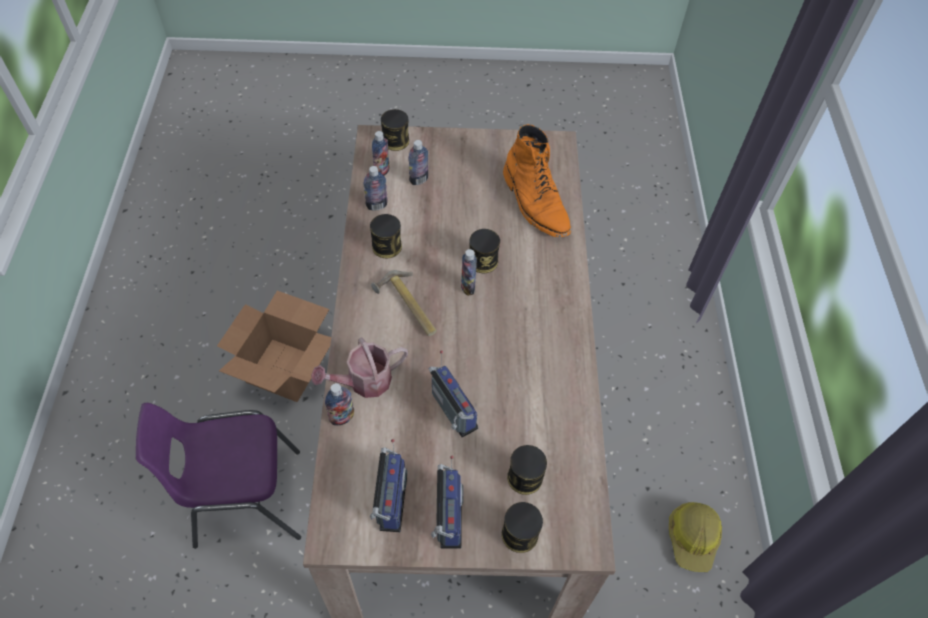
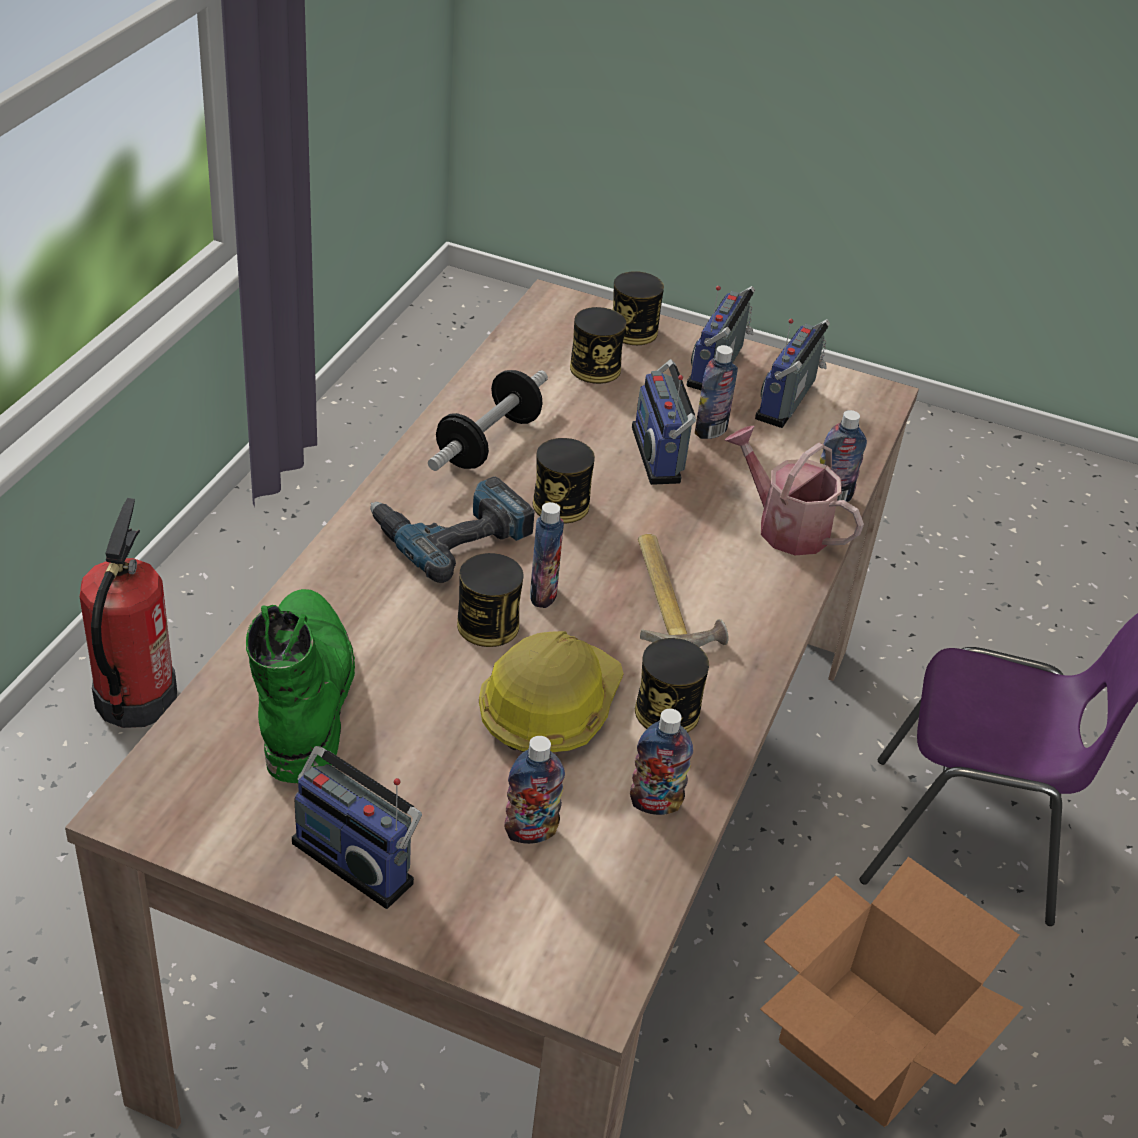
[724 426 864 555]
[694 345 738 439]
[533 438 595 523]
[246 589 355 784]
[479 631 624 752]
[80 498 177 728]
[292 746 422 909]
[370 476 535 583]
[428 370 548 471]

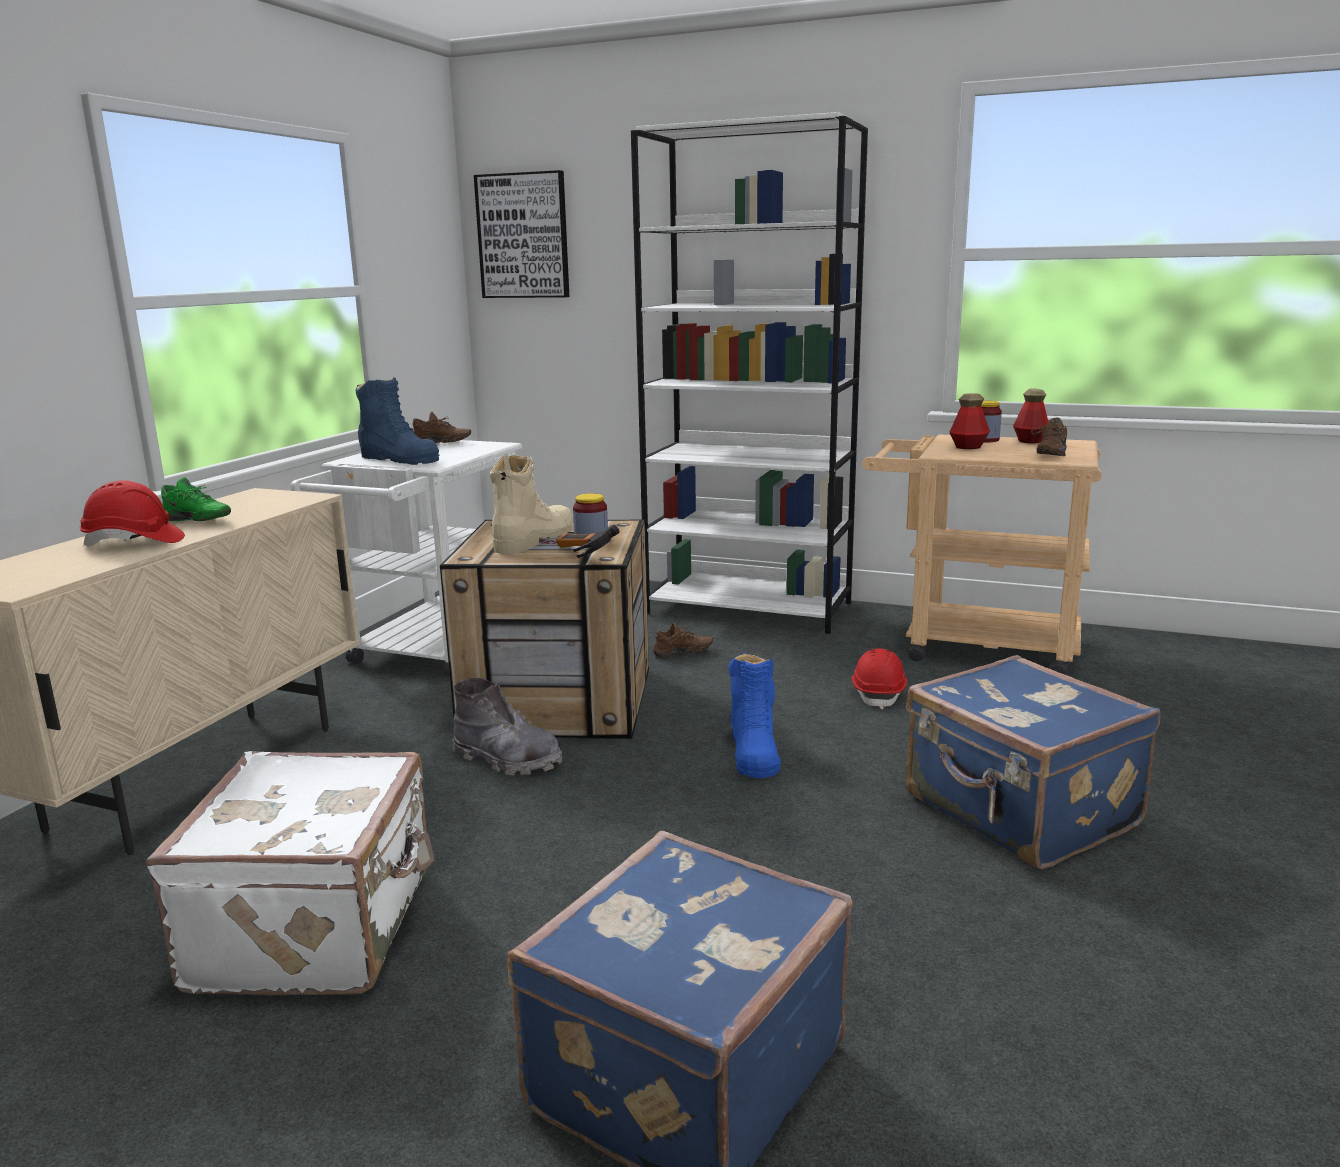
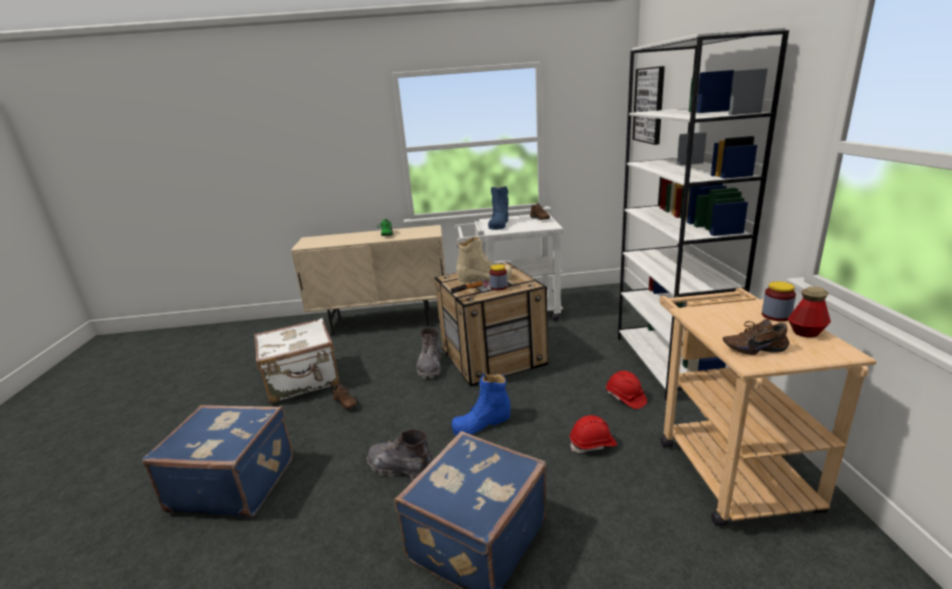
[606 371 647 409]
[333 384 357 409]
[949 393 990 449] (first image)
[367 429 432 480]

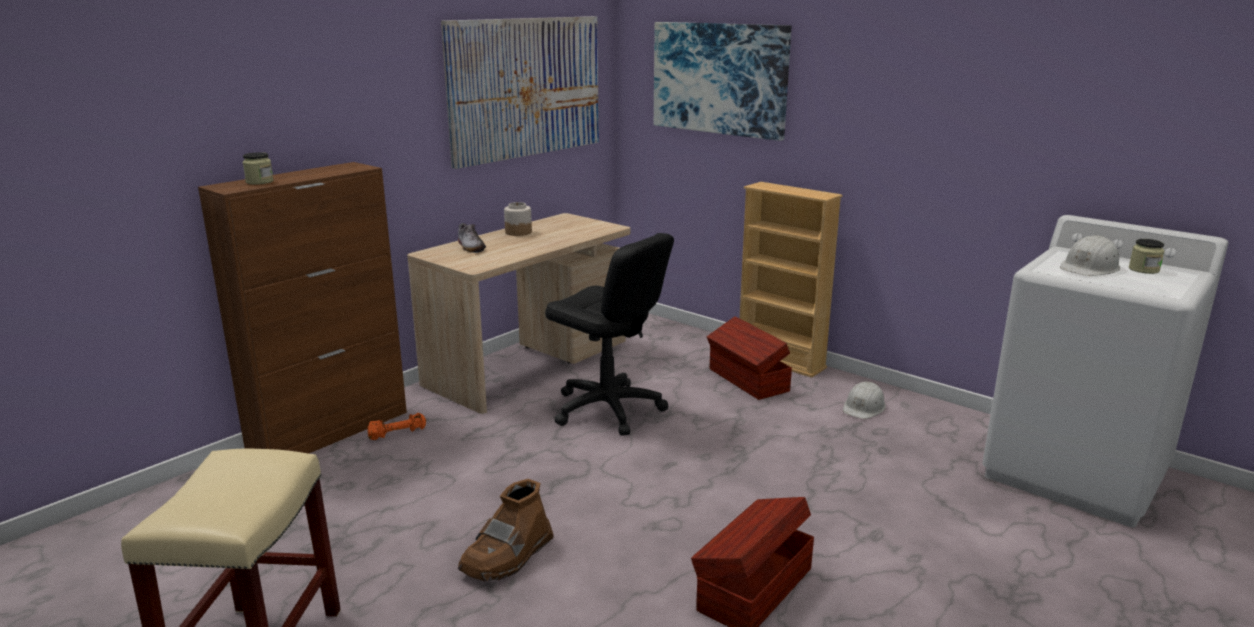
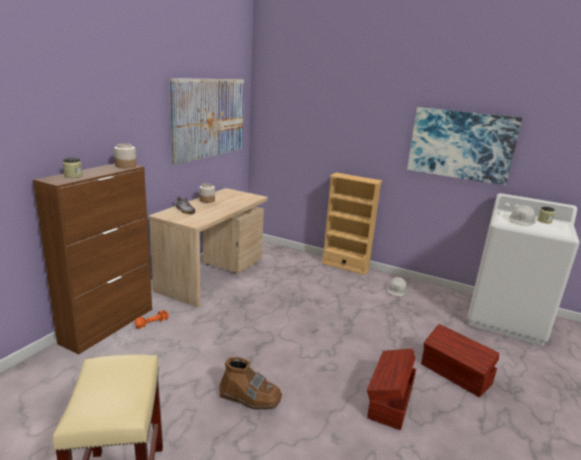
[219 357 282 410]
[545 233 674 436] (first image)
[407 107 522 185]
[421 324 499 397]
[114 143 136 168]

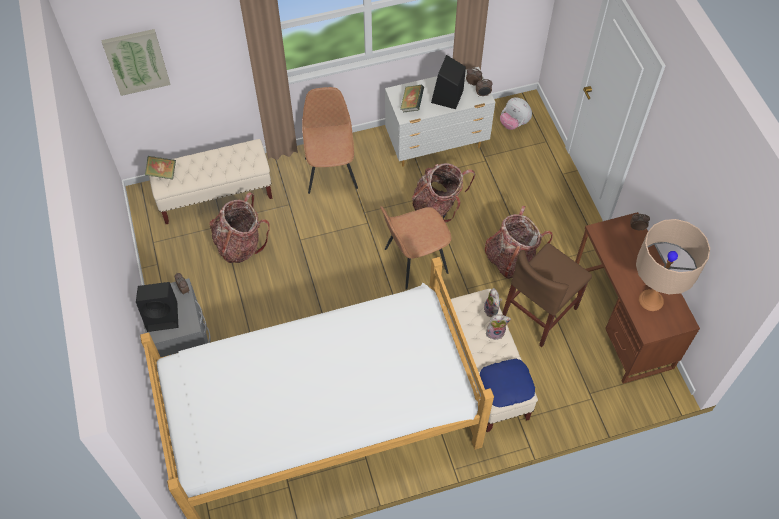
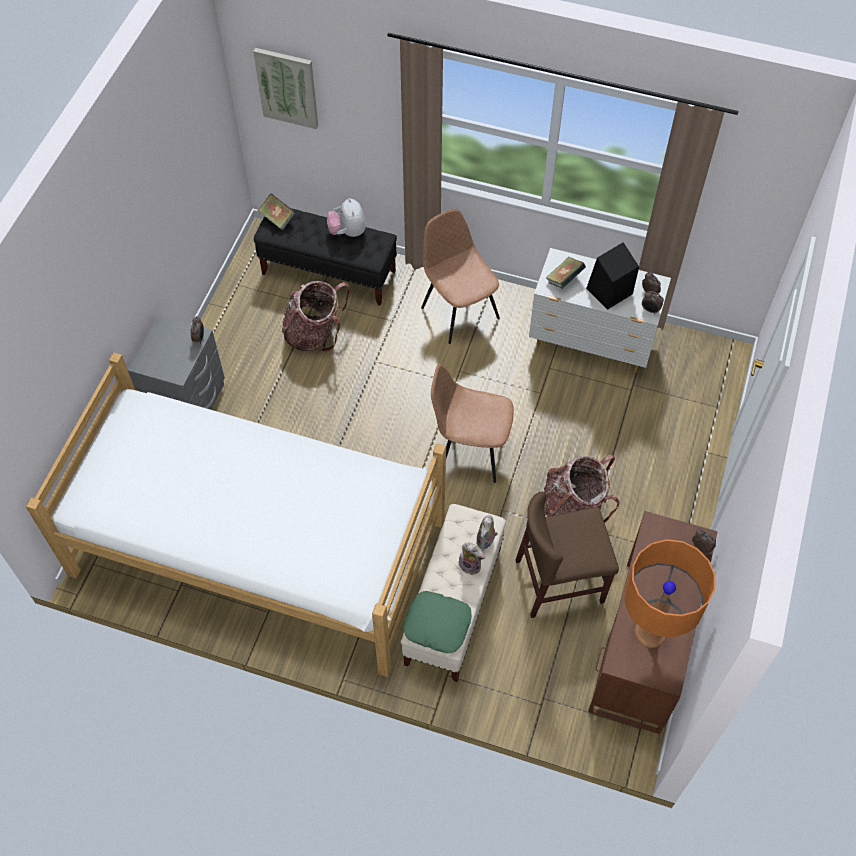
[136 282 178 332] (first image)
[254 208 397 306]
[421 209 500 344]
[412 163 475 223] (first image)
[403 591 472 654]
[327 198 366 237]
[624 539 715 648]

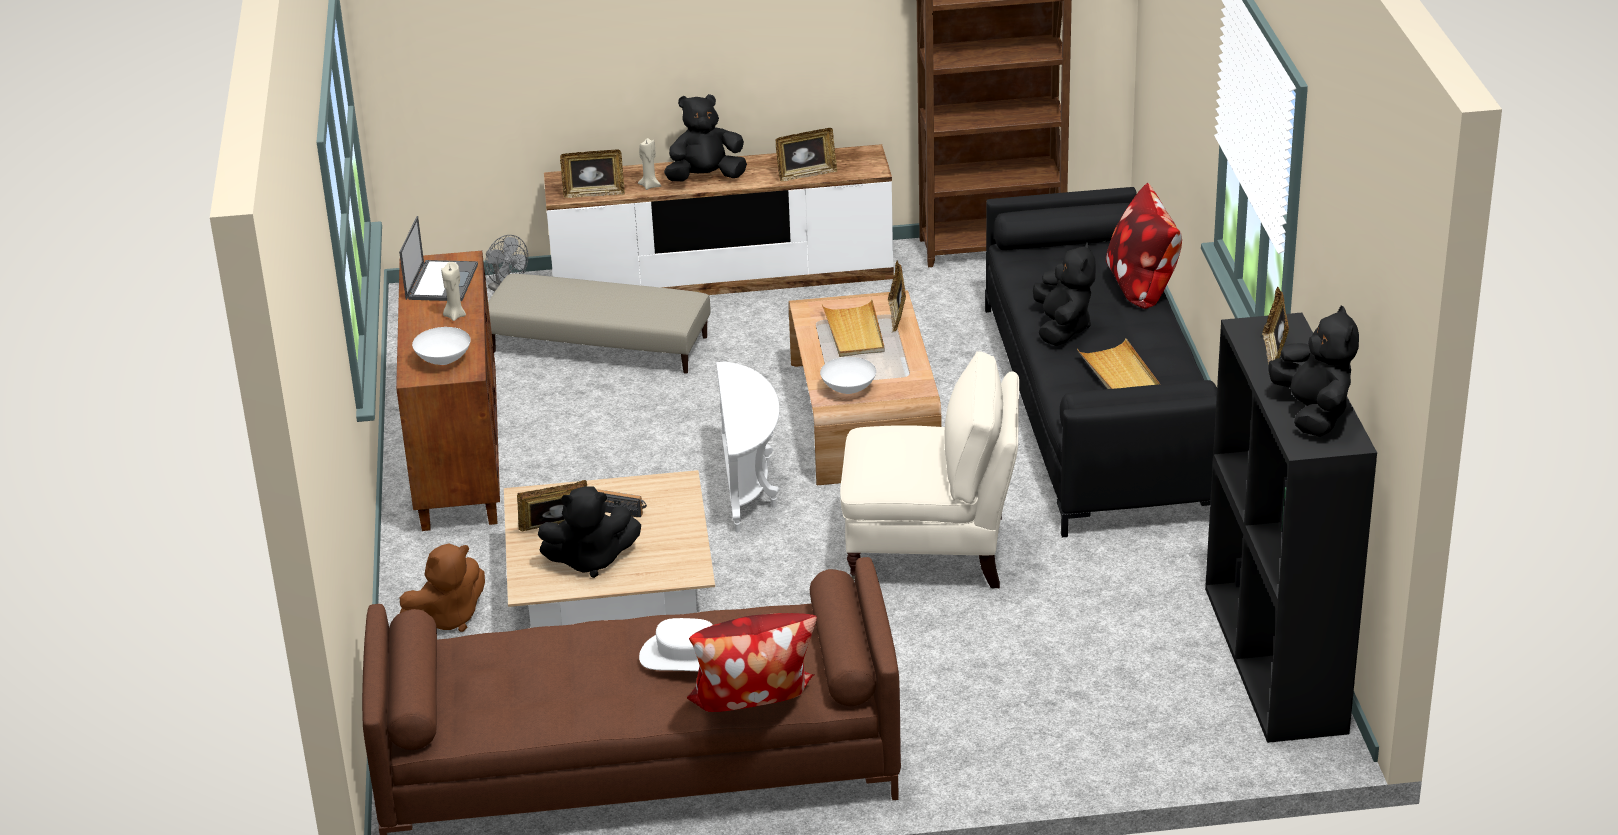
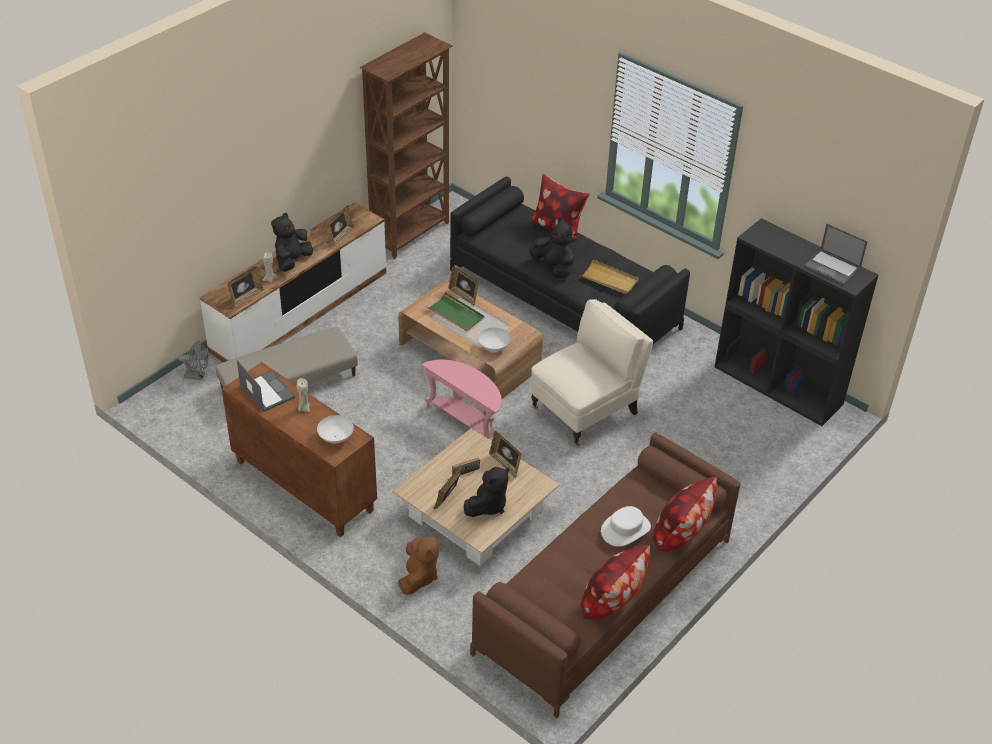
[421 359 502 441]
[426 292 484 331]
[489 431 522 478]
[803 224 868 285]
[581 545 650 620]

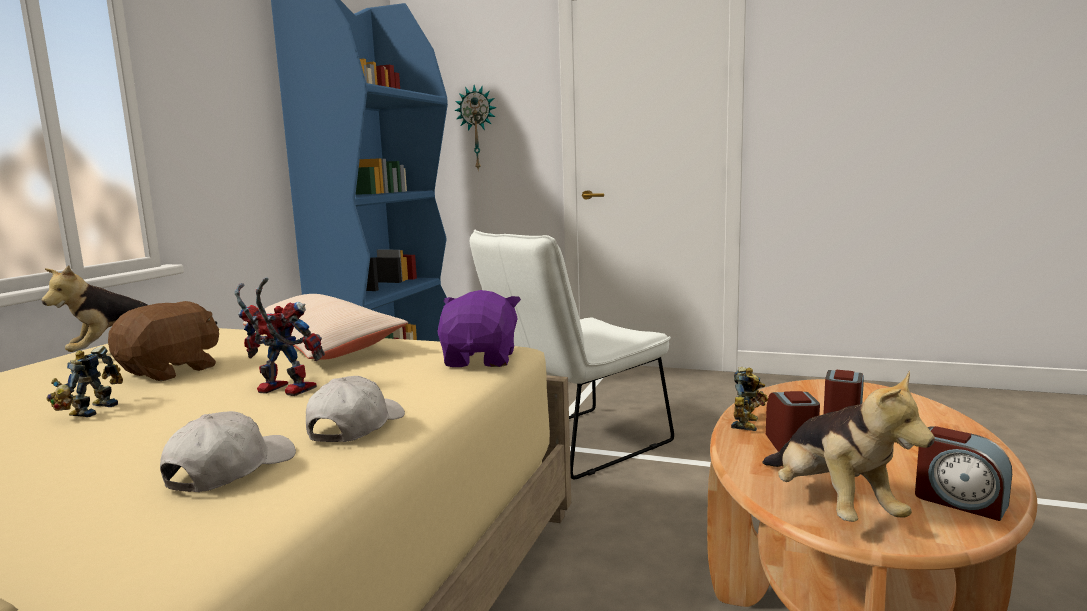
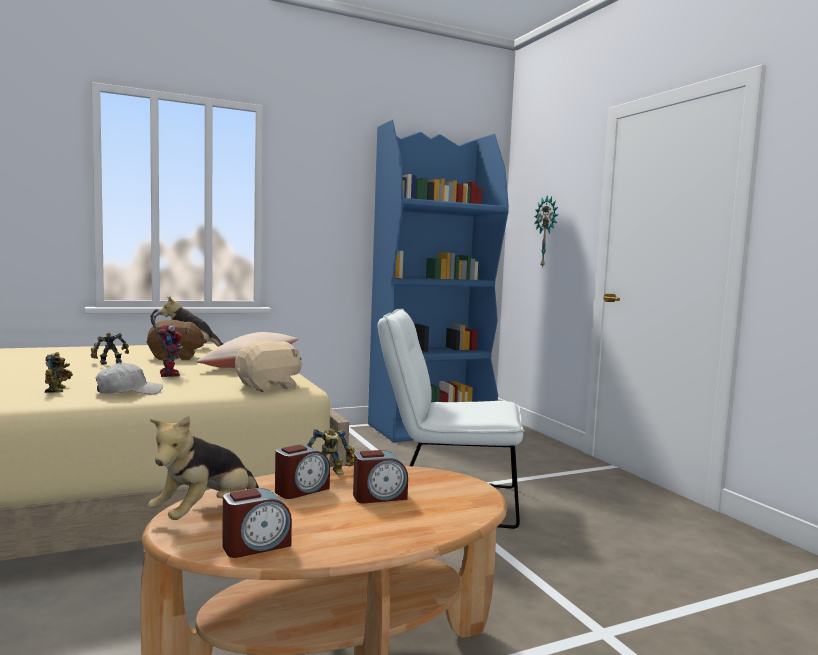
[45 352 73 393]
[235 341 302 392]
[223 488 292 558]

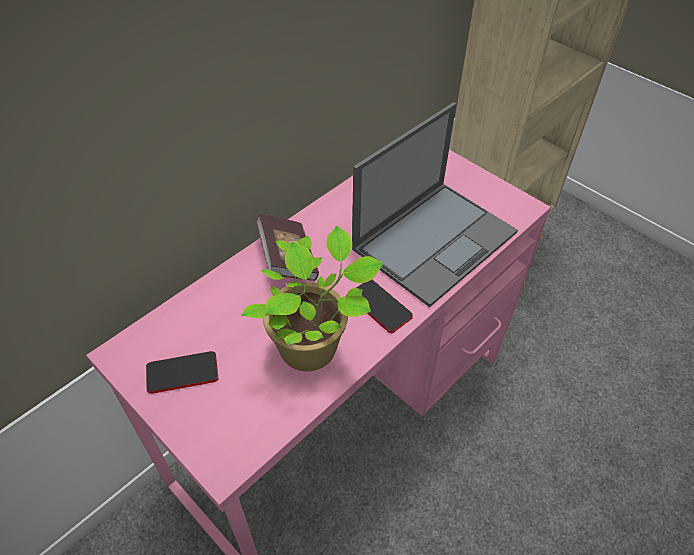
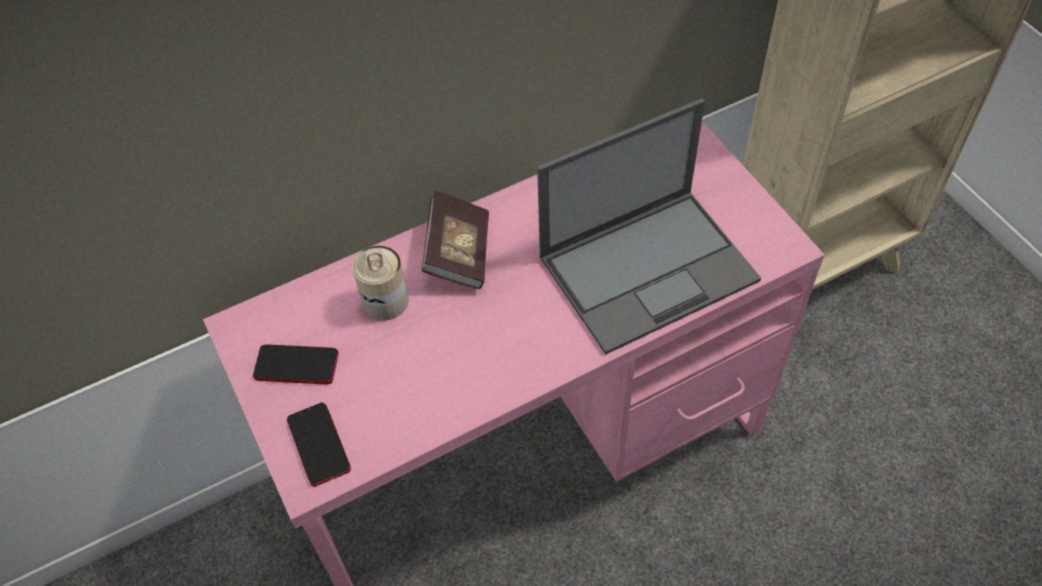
[241 226 383 371] (first image)
[287 402 351 487]
[352 246 409 321]

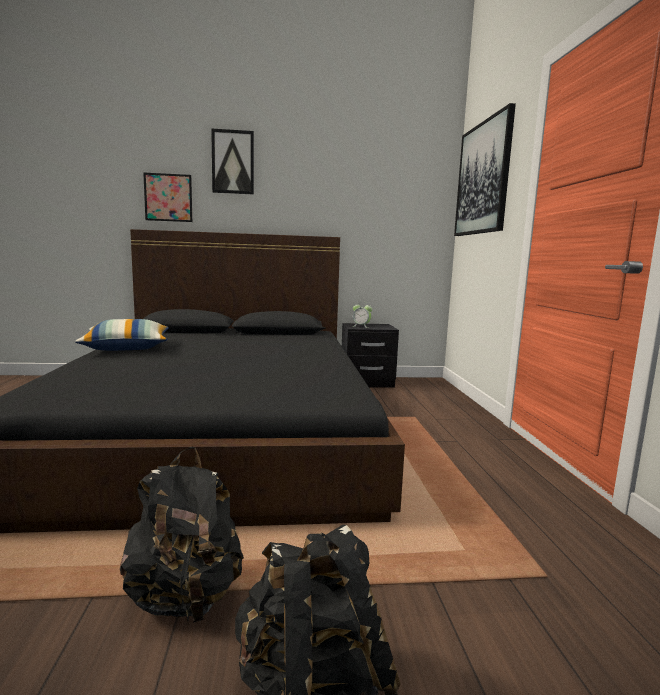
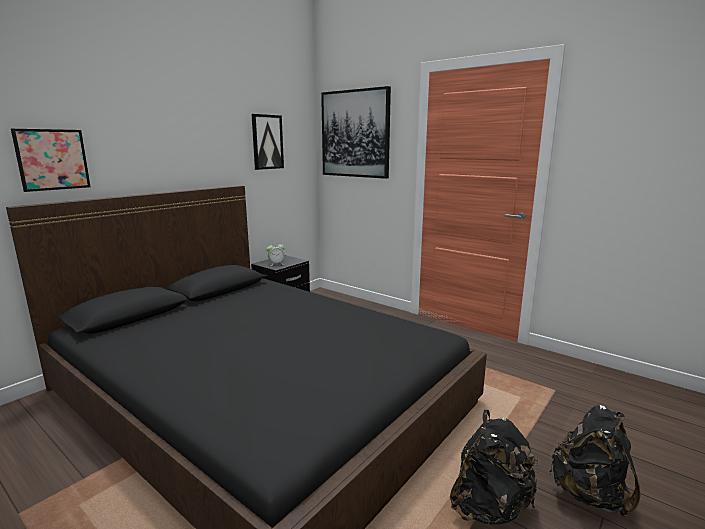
[75 319 169 351] (first image)
[252 114 284 170]

